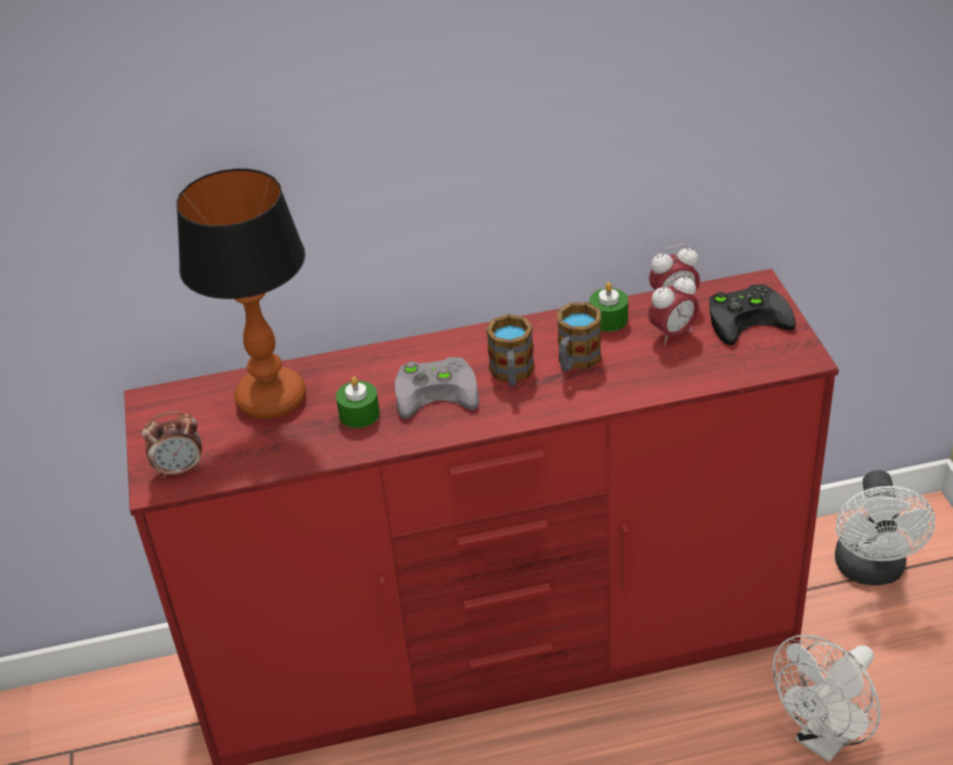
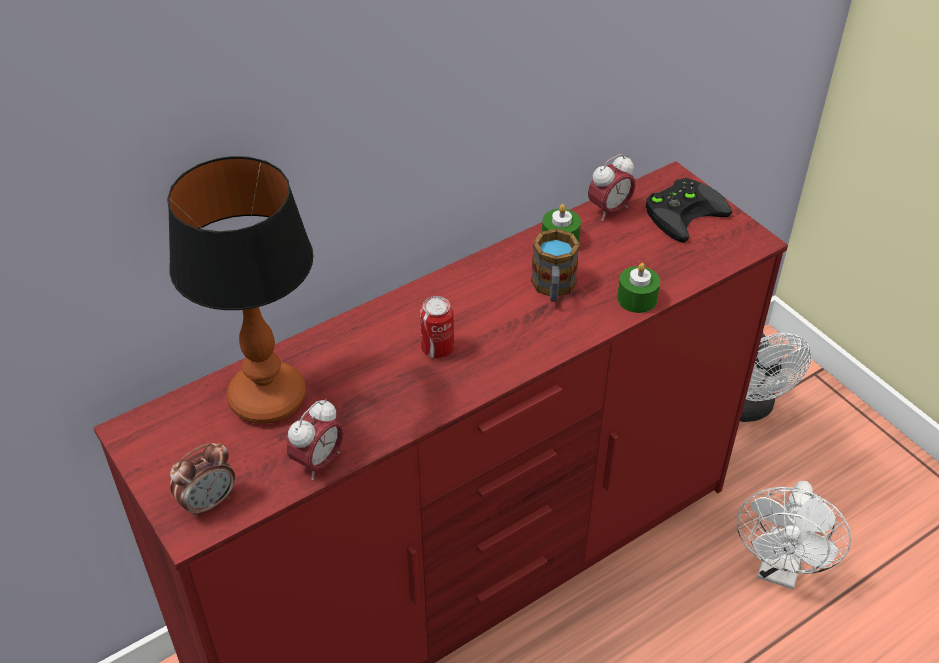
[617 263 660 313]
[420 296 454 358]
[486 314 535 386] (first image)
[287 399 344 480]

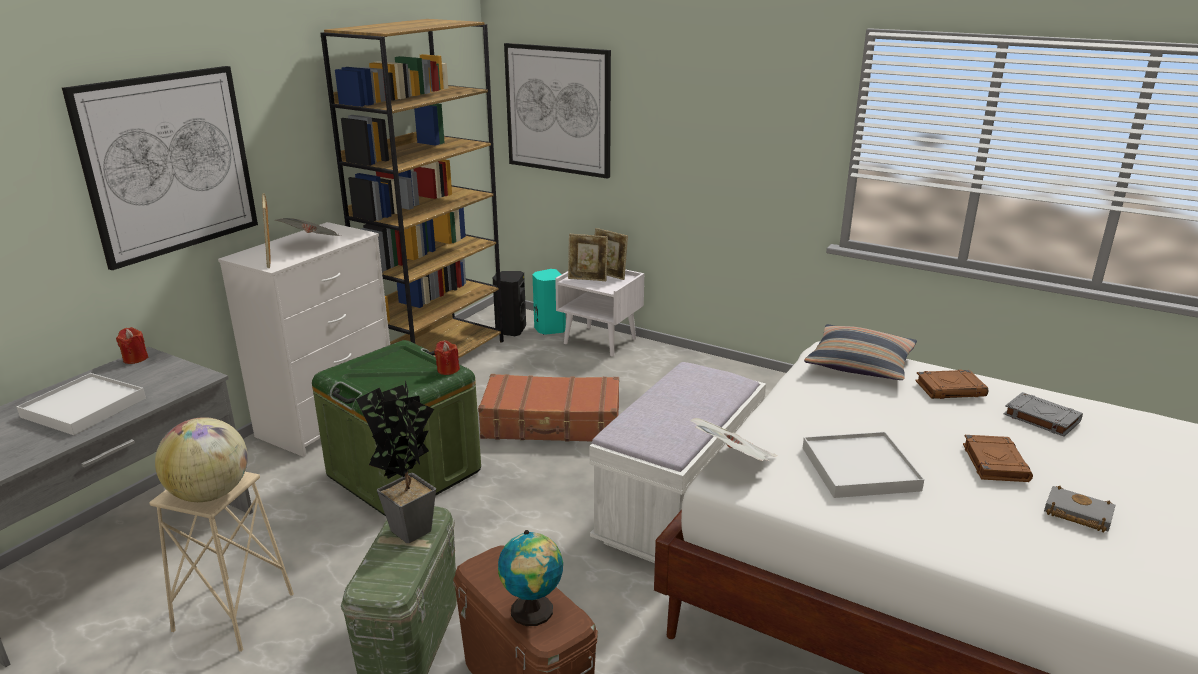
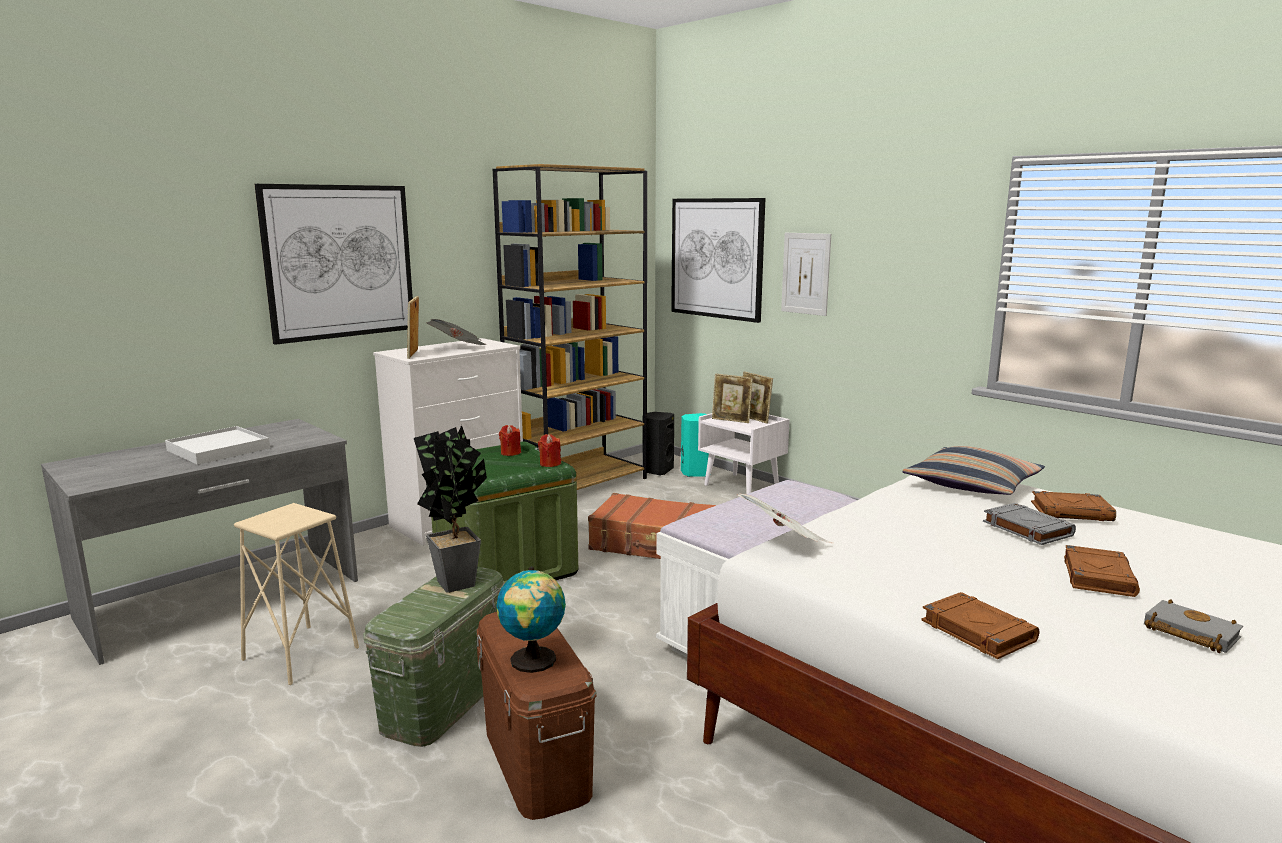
[499 425 521 456]
[155 417 248 502] (first image)
[803 432 924 498] (first image)
[983 503 1076 545]
[781 233 831 316]
[922 592 1039 659]

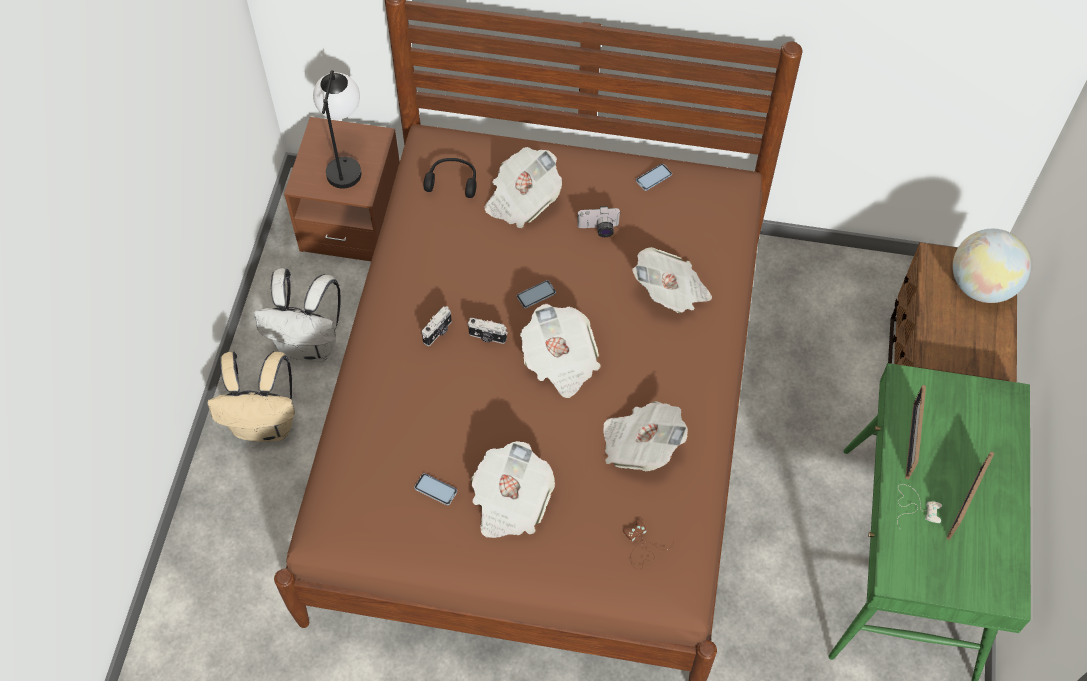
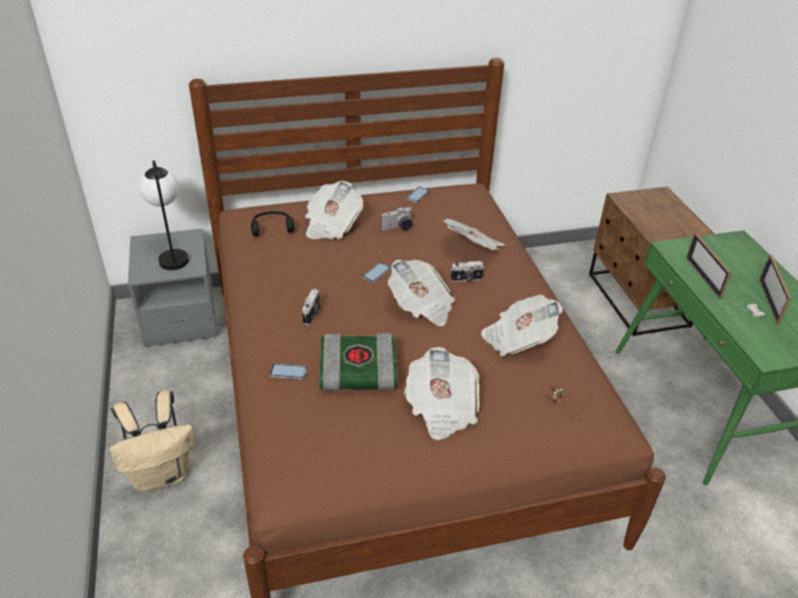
[254 268 341 362] (first image)
[128 229 217 347]
[269 364 308 379]
[451 261 484 282]
[953 229 1031 303] (first image)
[319 333 398 390]

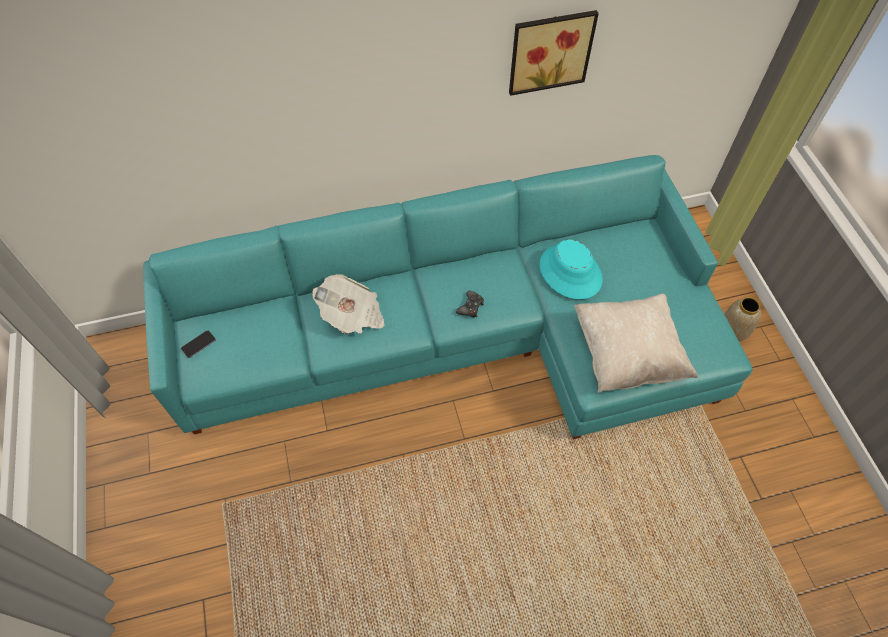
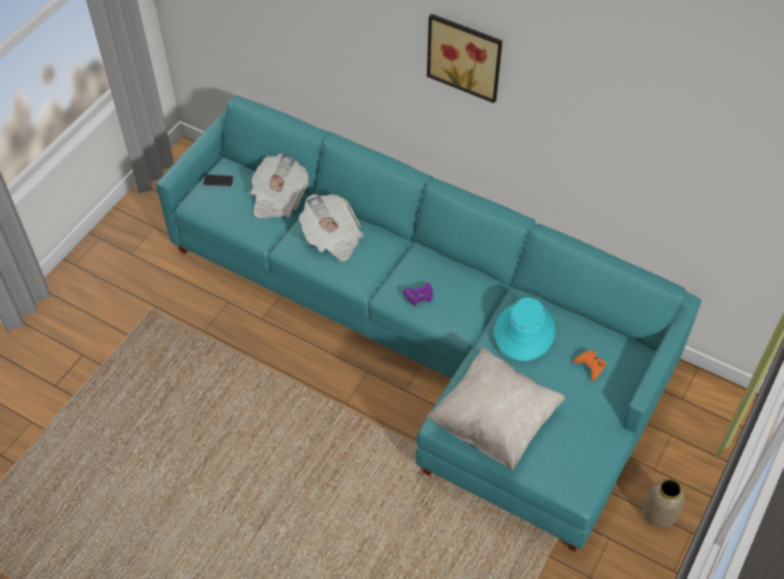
[403 283 433 306]
[427 14 502 103]
[251 153 309 218]
[573 350 606 381]

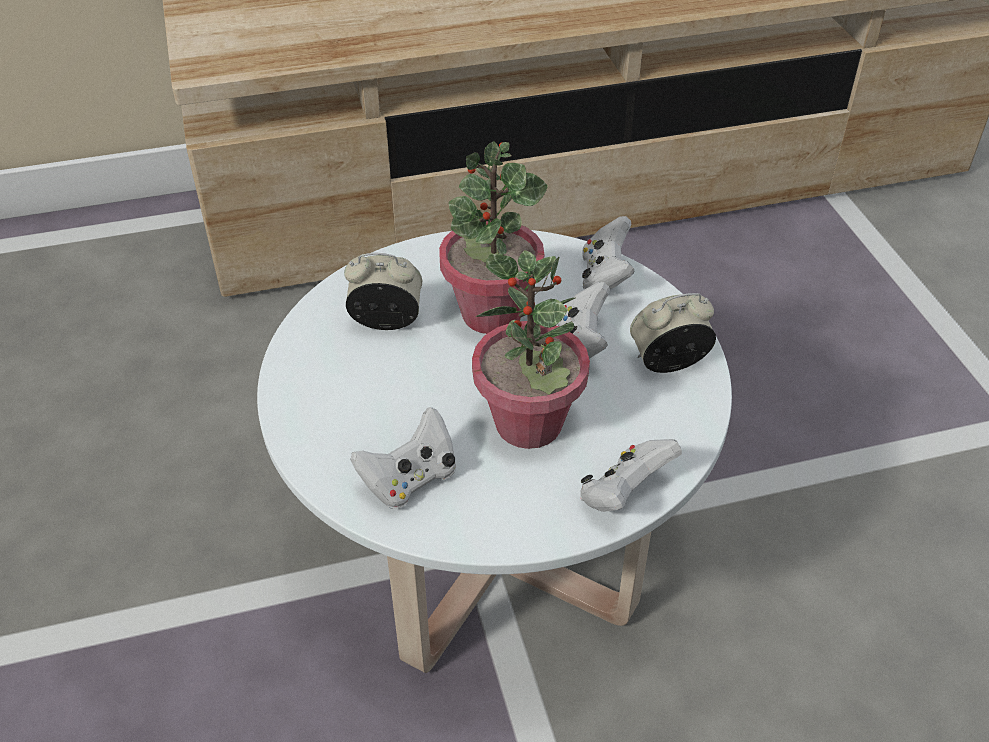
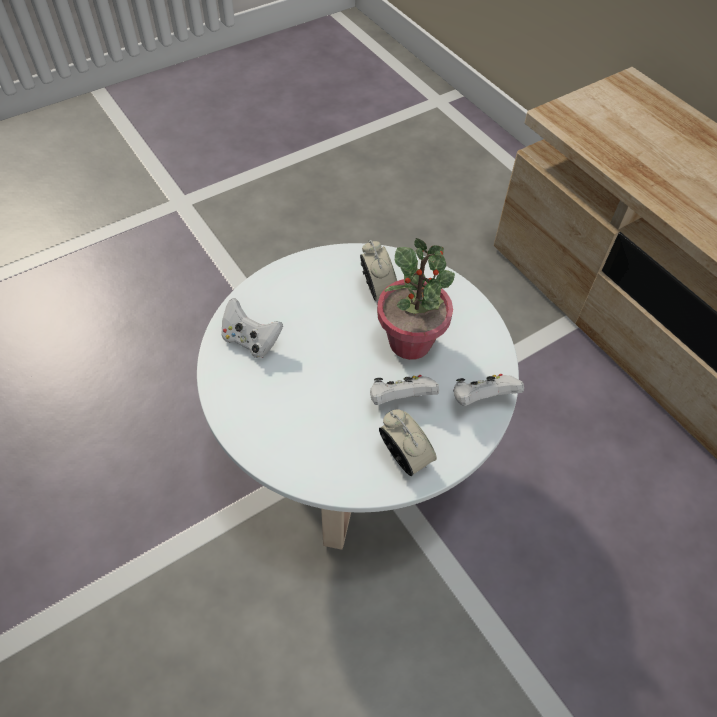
[472 250 590 449] (first image)
[580 439 682 512] (first image)

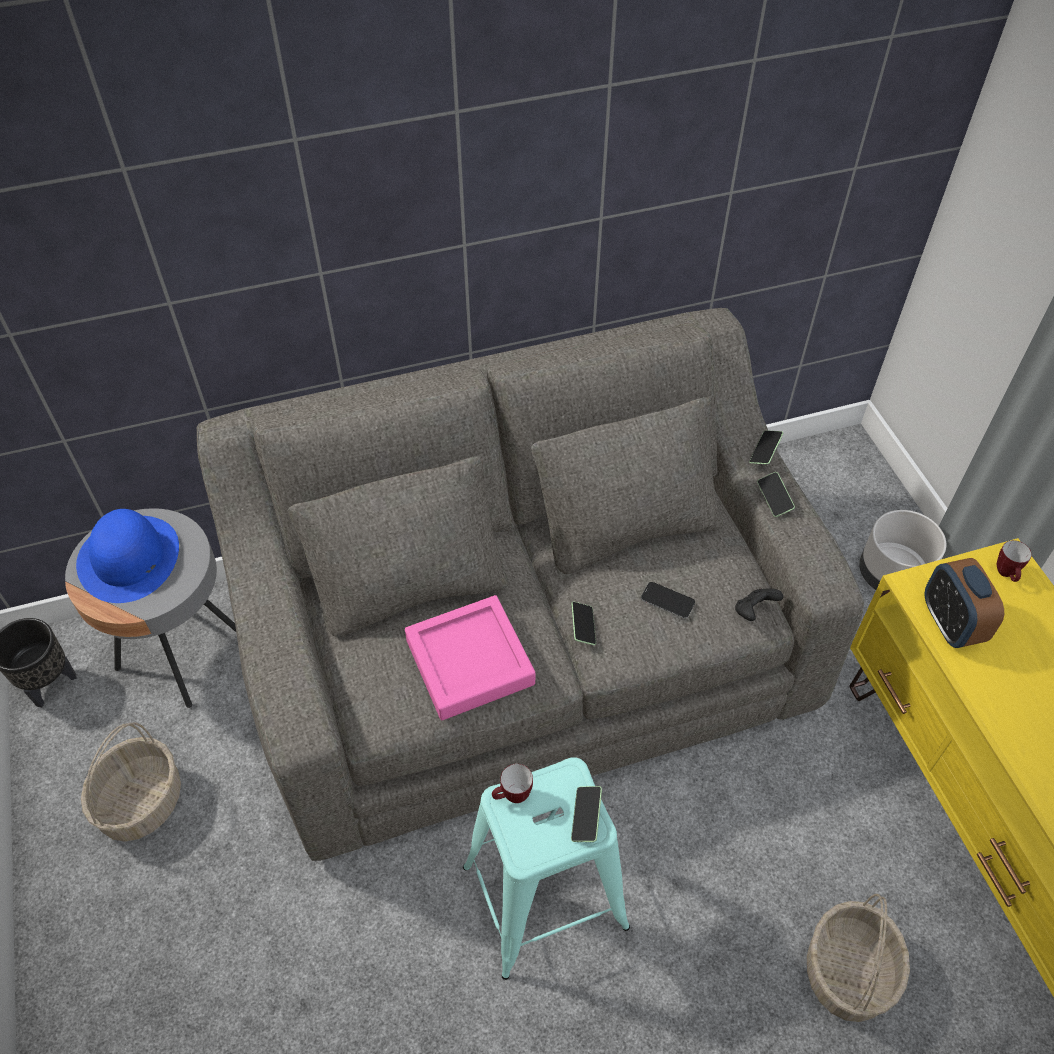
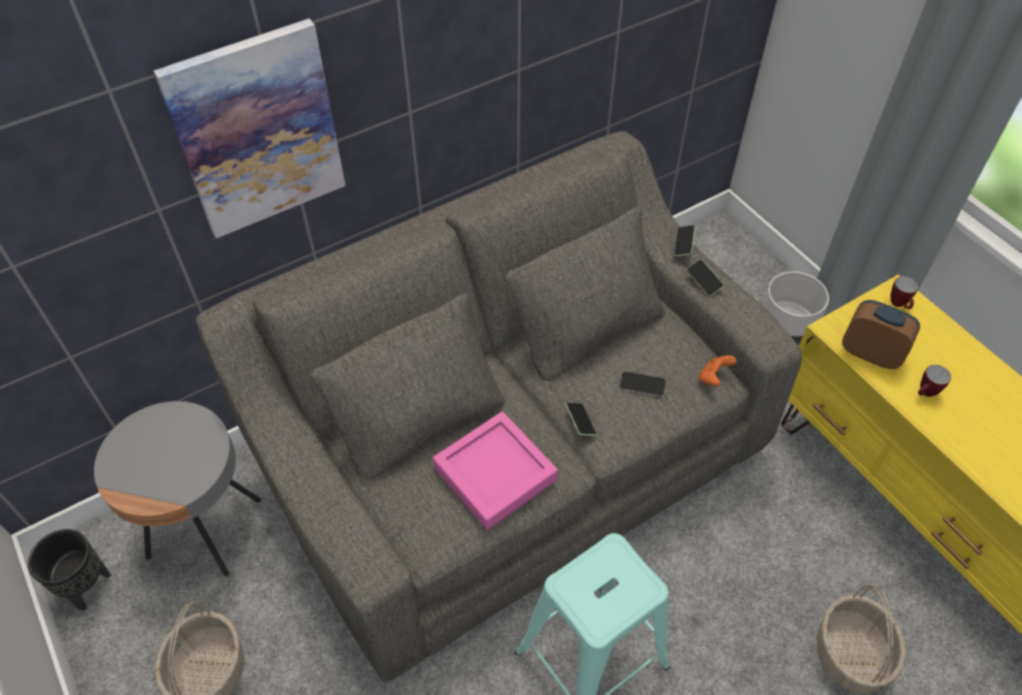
[76 509 179 603] (first image)
[918 365 951 397]
[571 786 602 842] (first image)
[699 355 737 386]
[842 300 920 369]
[153 19 346 239]

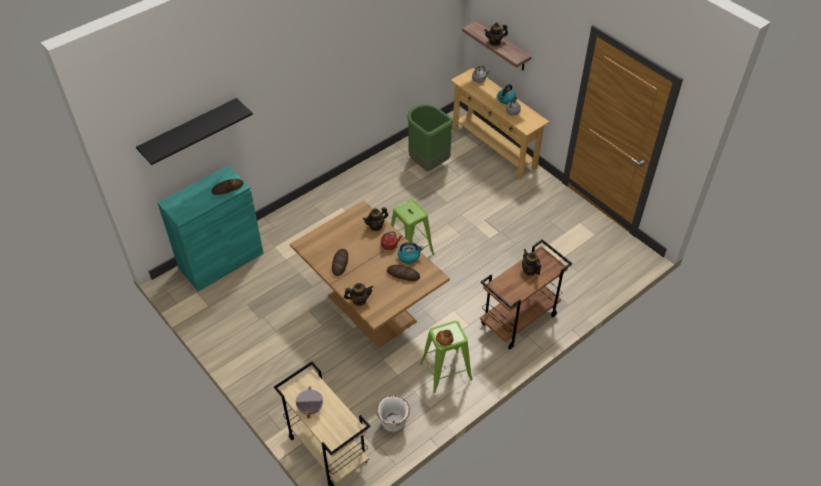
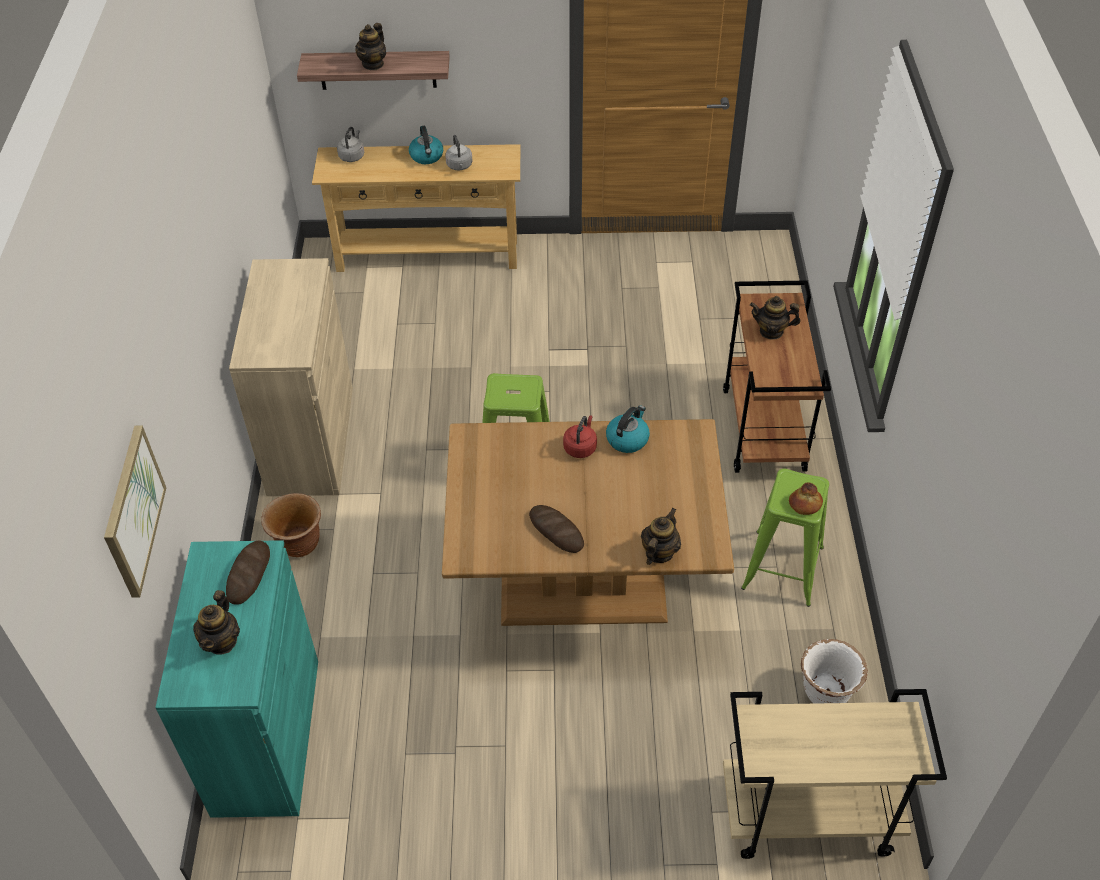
[104 426 166 598]
[296 386 323 419] (first image)
[193 590 240 654]
[387 265 420 281] (first image)
[407 104 453 171] (first image)
[229 258 353 496]
[261 493 321 557]

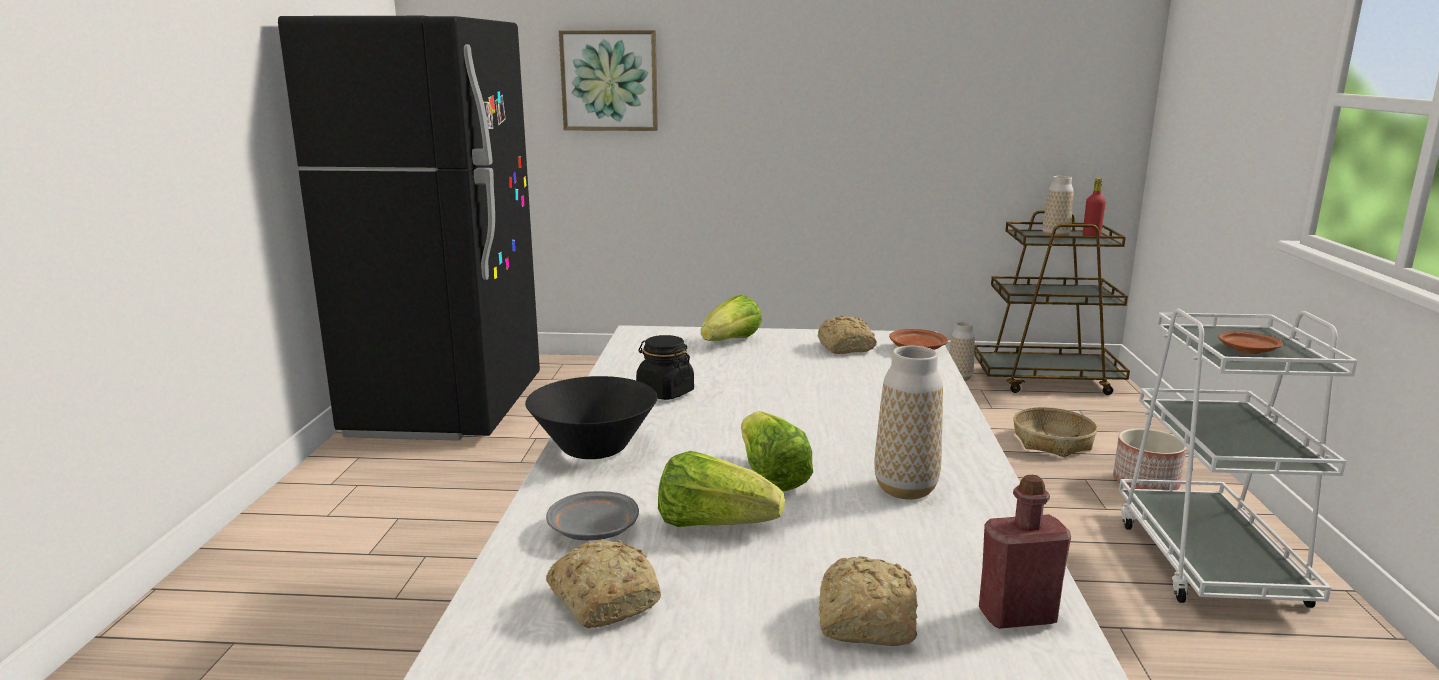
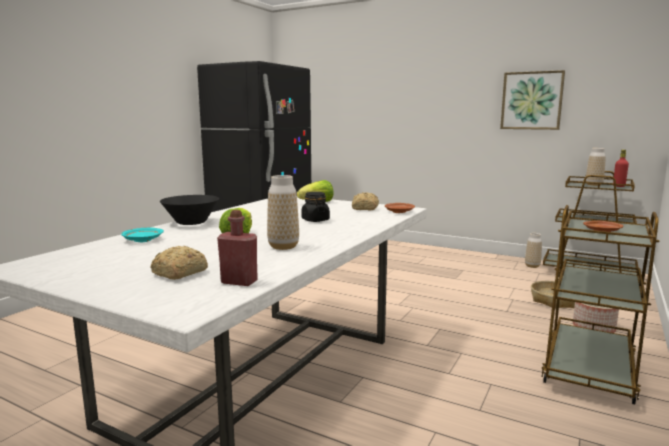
[121 228 164 242]
[546 540 661 628] (first image)
[500 70 565 130]
[301 192 330 222]
[658 451 784 527] (first image)
[541 205 659 404]

